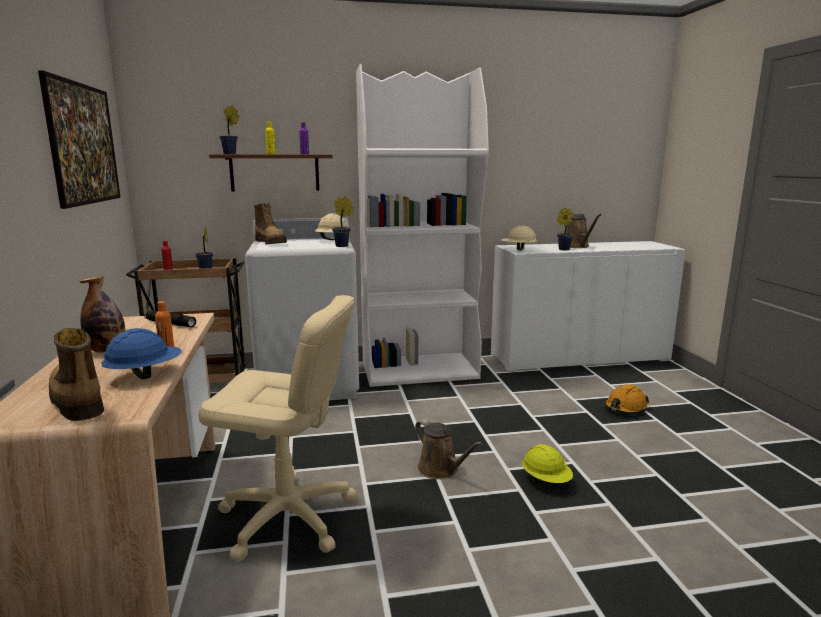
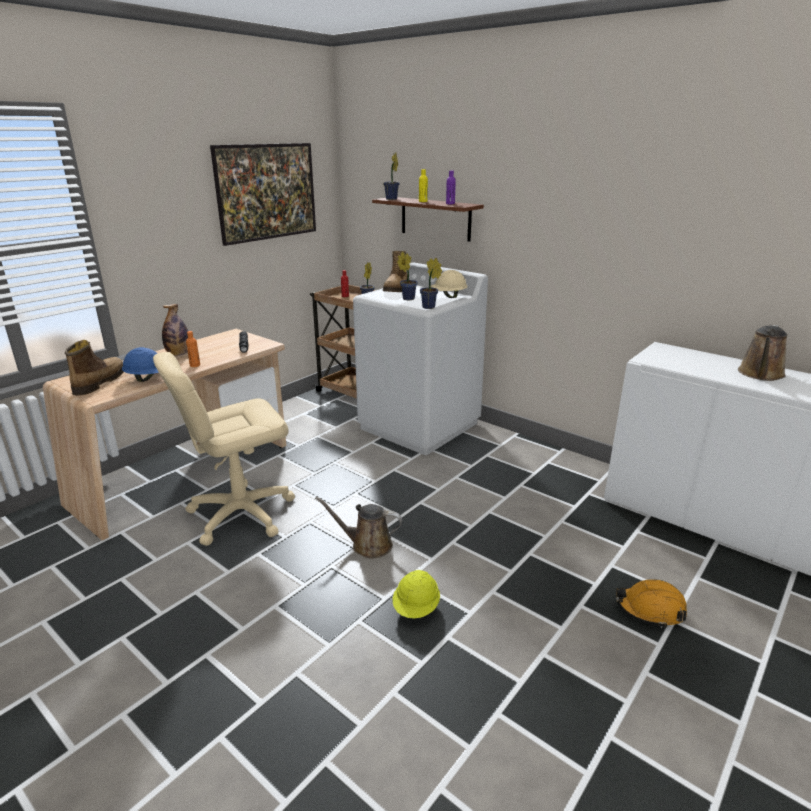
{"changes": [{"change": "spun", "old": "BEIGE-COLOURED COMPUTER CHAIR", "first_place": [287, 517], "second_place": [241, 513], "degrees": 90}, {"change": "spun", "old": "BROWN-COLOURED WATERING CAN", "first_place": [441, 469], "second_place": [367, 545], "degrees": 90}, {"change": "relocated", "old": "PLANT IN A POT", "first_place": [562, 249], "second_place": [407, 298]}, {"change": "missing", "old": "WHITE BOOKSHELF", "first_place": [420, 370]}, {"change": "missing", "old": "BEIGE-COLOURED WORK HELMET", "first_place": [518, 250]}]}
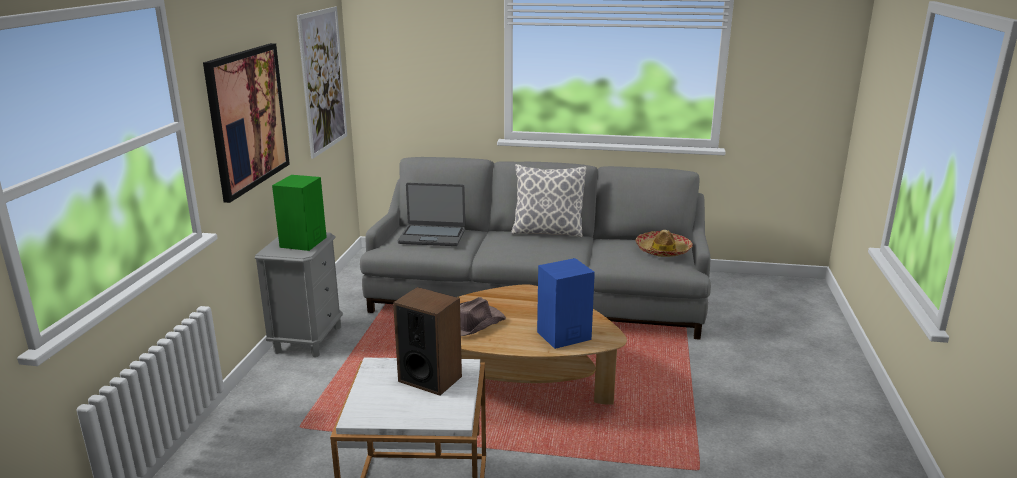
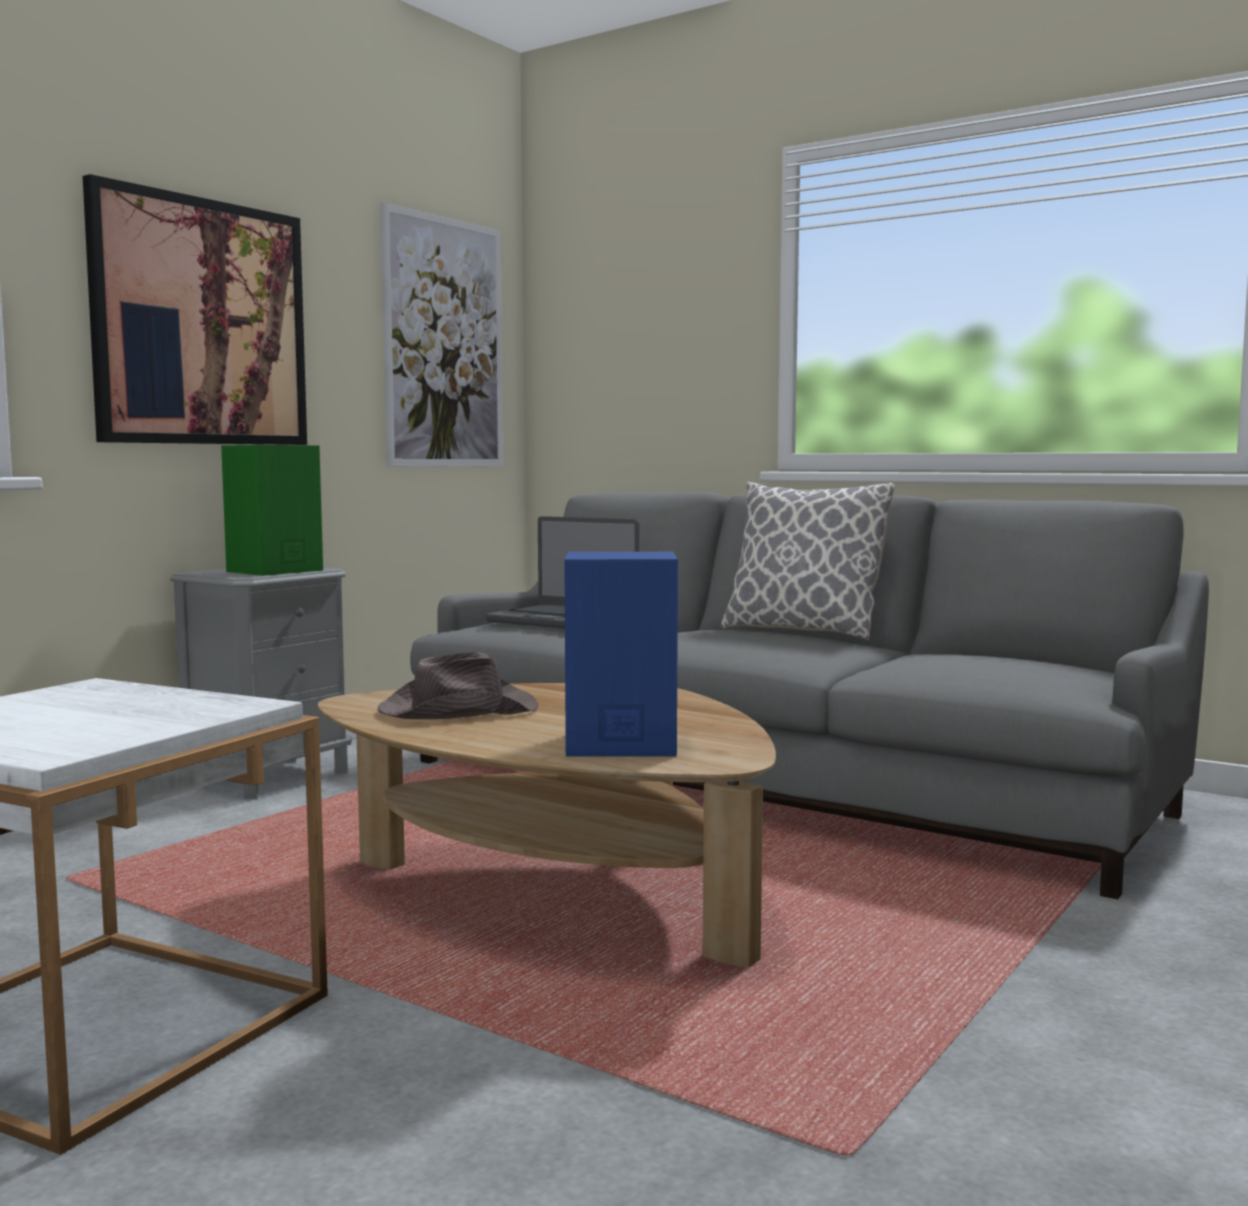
{"changes": [{"change": "missing", "old": "SPEAKER", "first_place": [430, 378]}, {"change": "missing", "old": "HAT", "first_place": [663, 250]}]}
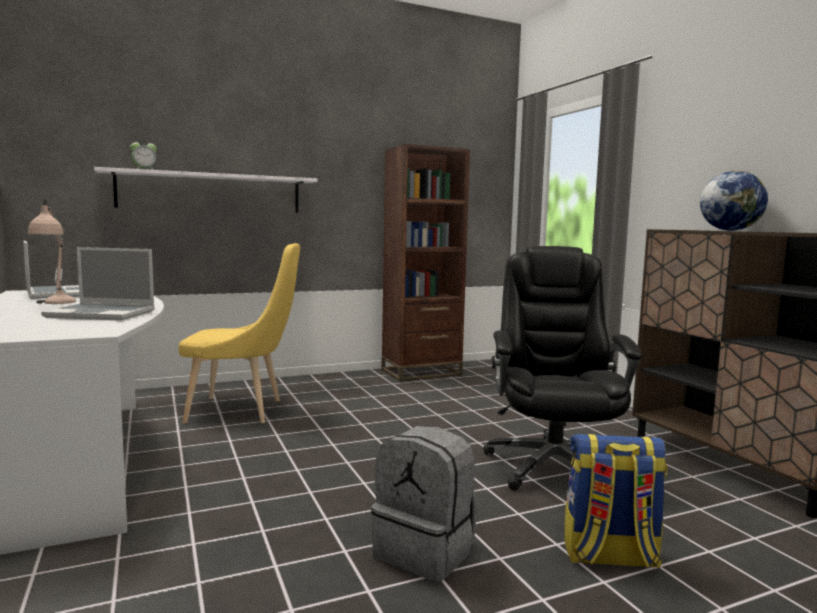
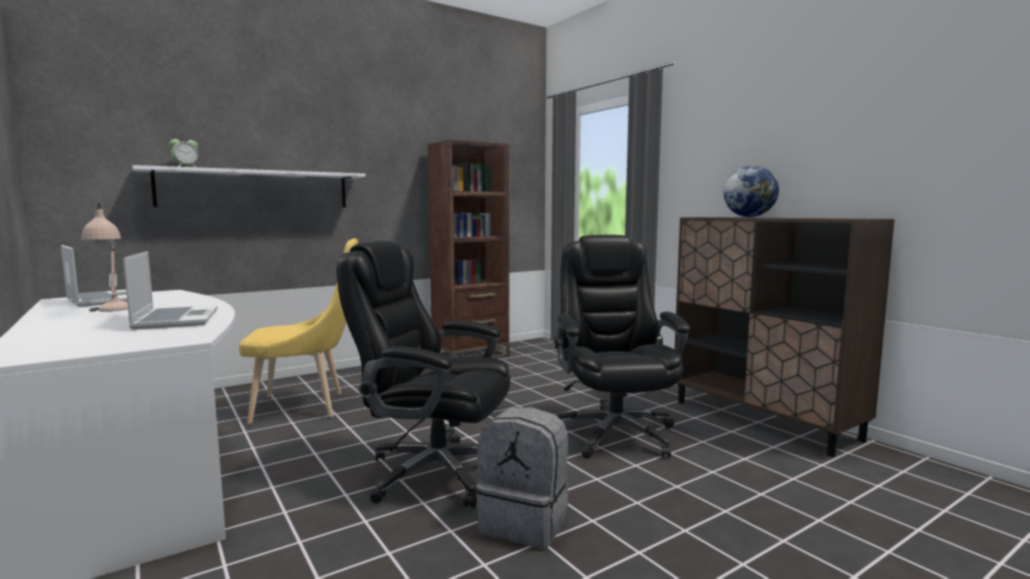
{"changes": [{"change": "spun", "old": "LAPTOP", "first_place": [103, 314], "second_place": [175, 319], "degrees": -105}, {"change": "appeared", "new": "BLACK COMPUTER CHAIR", "second_place": [434, 472]}, {"change": "missing", "old": "RUCKSACK", "first_place": [609, 557]}]}
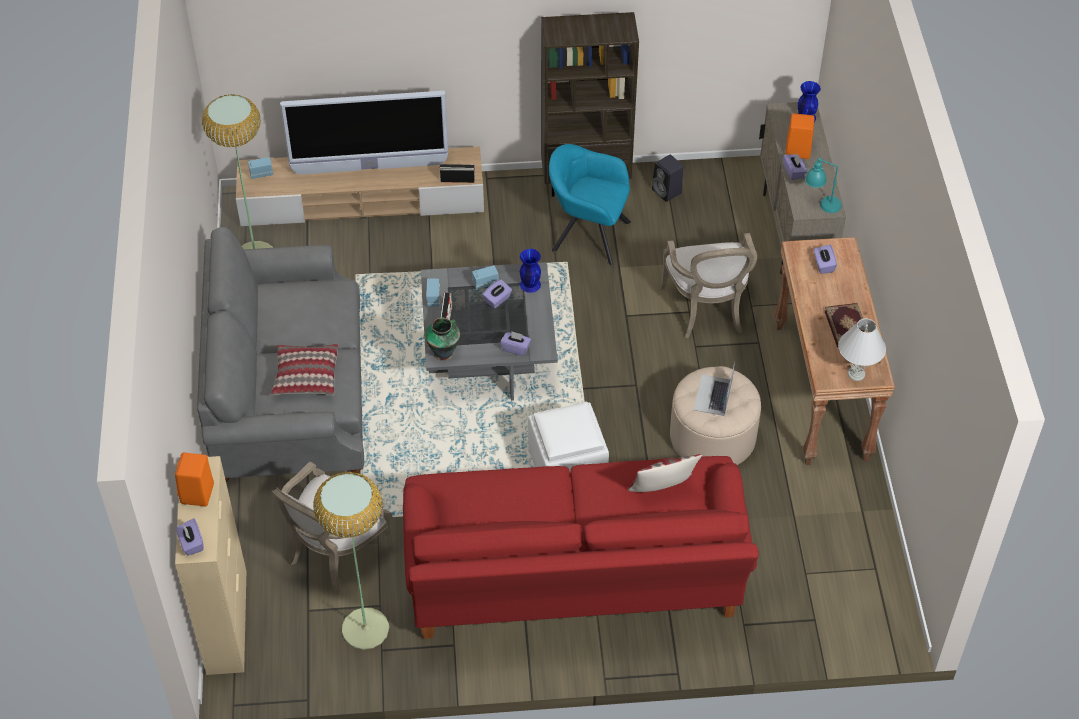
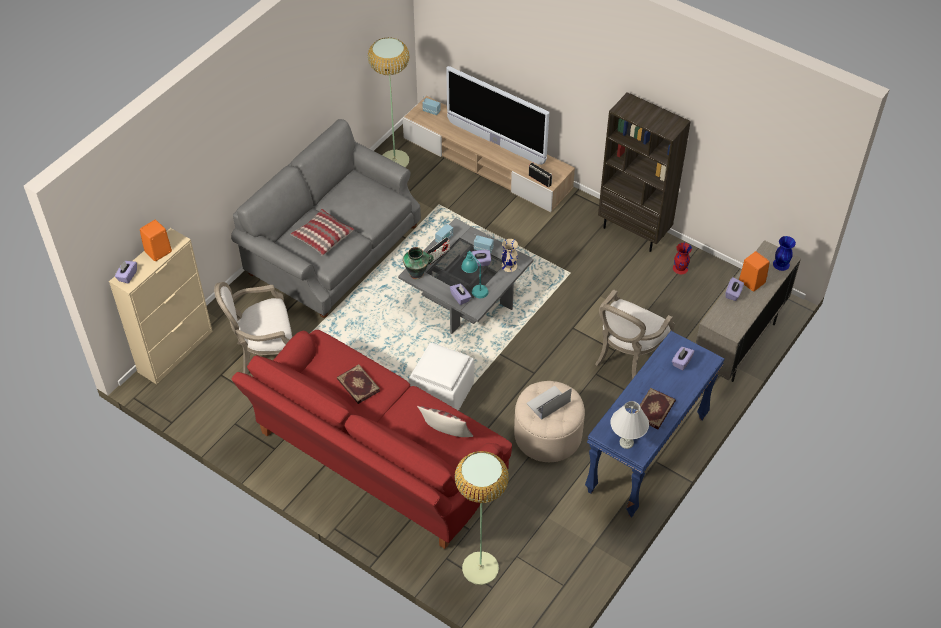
{"changes": [{"change": "appeared", "new": "VOLUME", "second_place": [357, 385]}, {"change": "relocated", "old": "STANDING LAMP", "first_place": [365, 629], "second_place": [480, 568]}, {"change": "relocated", "old": "BLUE-GREEN TABLE LAMP", "first_place": [821, 205], "second_place": [474, 288]}, {"change": "colour", "old": "BLUE-COLOURED FLOWER VASE", "new": "BEIGE-COLOURED FLOWER VASE", "first_place": [530, 284], "second_place": [509, 265]}, {"change": "colour", "old": "BROWN-COLOURED CONSOLE TABLE", "new": "BLUE-COLOURED CONSOLE TABLE", "first_place": [822, 392], "second_place": [647, 455]}, {"change": "exchanged", "old": "BLACK SPEAKER", "new": "RED FLOWER VASE", "first_place": [667, 192], "second_place": [680, 268]}, {"change": "missing", "old": "BLUE-GREEN EASY CHAIR", "first_place": [587, 235]}]}
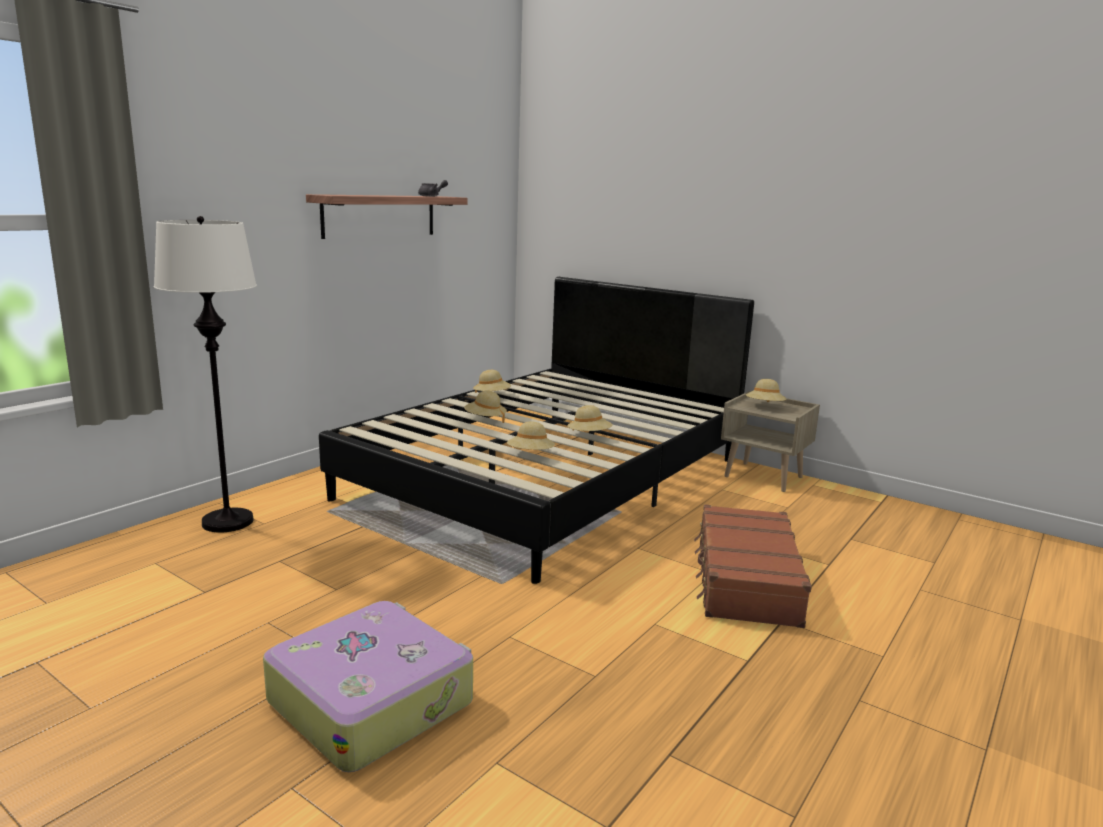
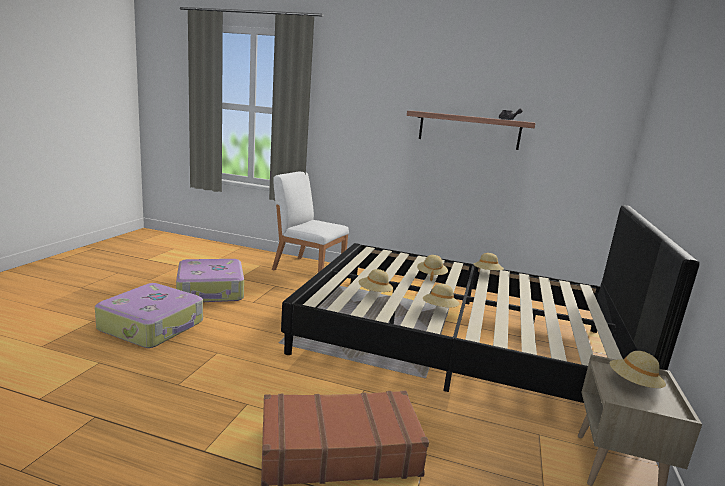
{"changes": [{"change": "appeared", "new": "PIECE OF LUGGAGE", "second_place": [211, 291]}, {"change": "exchanged", "old": "WHITE STANDING LAMP", "new": "WHITE CHAIR", "first_place": [227, 522], "second_place": [308, 269]}]}
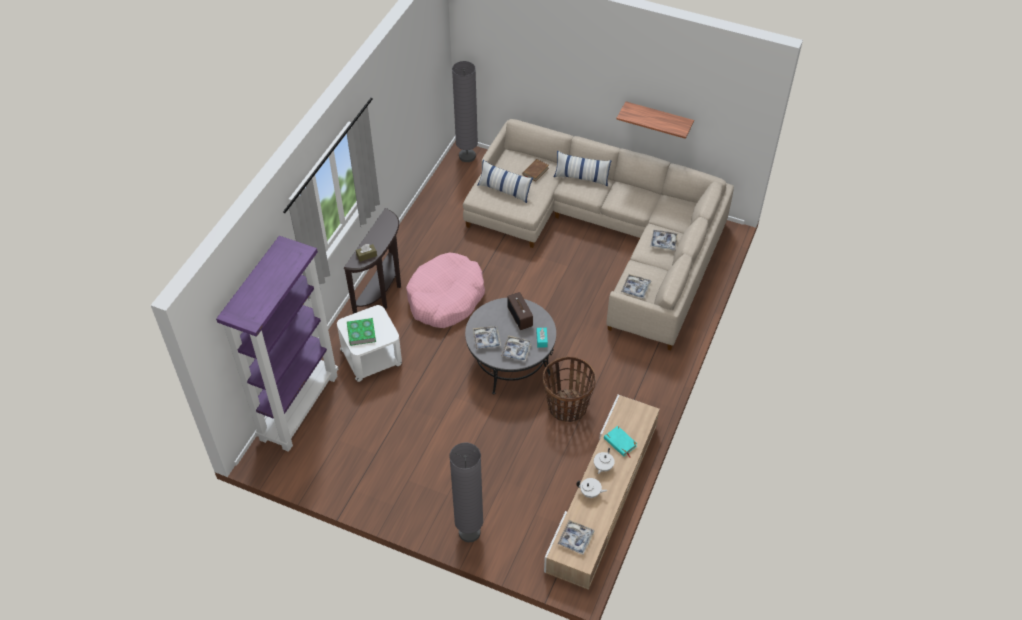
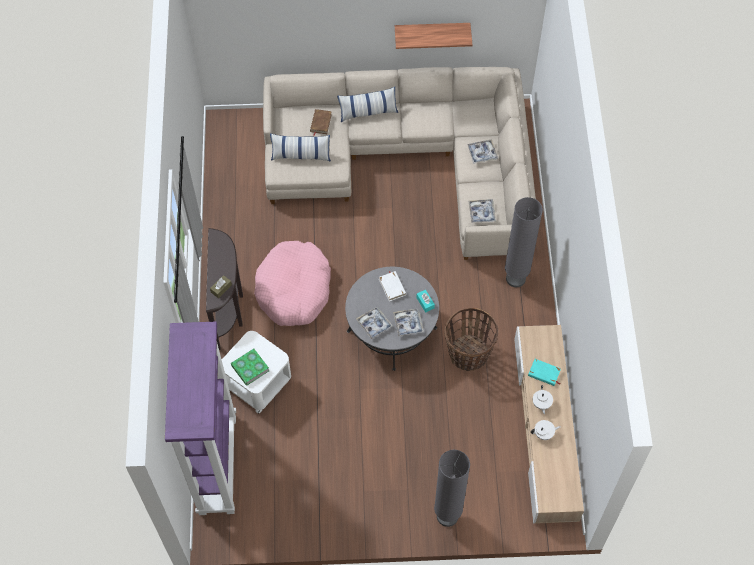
{"changes": [{"change": "exchanged", "old": "RADIO SET", "new": "WHITE VOLUME", "first_place": [520, 316], "second_place": [392, 287]}, {"change": "relocated", "old": "GREYISH STANDING LAMP", "first_place": [467, 156], "second_place": [515, 279]}, {"change": "missing", "old": "SERVING TRAY", "first_place": [575, 539]}]}
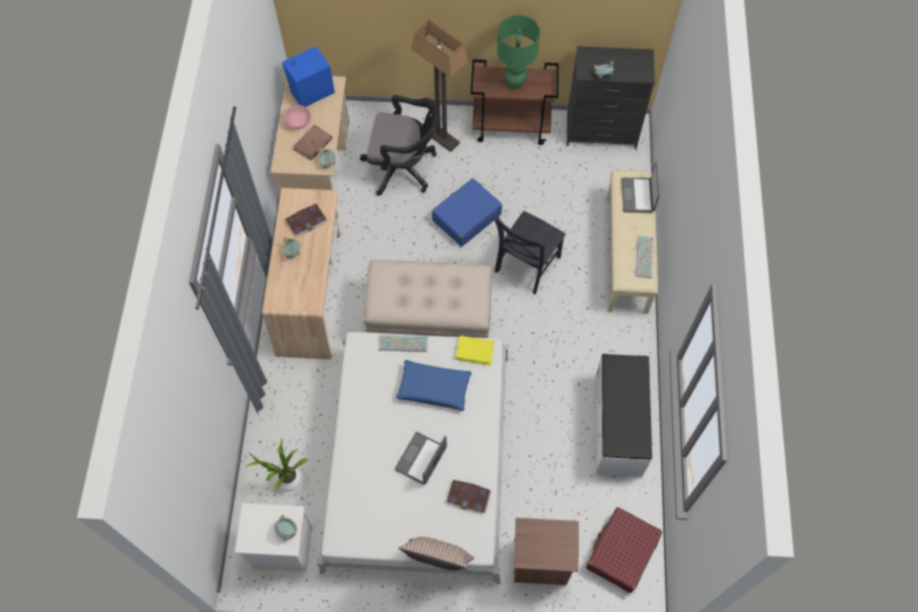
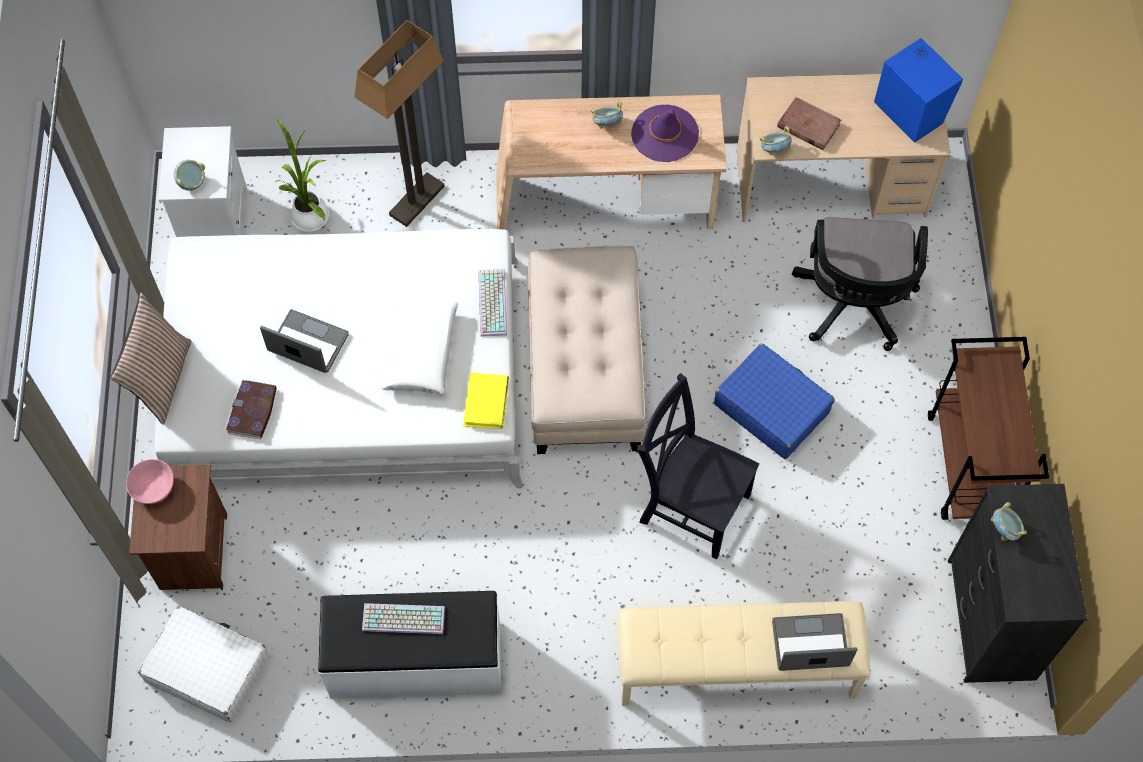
{"changes": [{"change": "relocated", "old": "PINK-COLOURED DEEP DISH", "first_place": [298, 122], "second_place": [153, 488]}, {"change": "colour", "old": "RED PIECE OF LUGGAGE", "new": "WHITE PIECE OF LUGGAGE", "first_place": [621, 552], "second_place": [207, 669]}, {"change": "relocated", "old": "STANDING LAMP", "first_place": [441, 137], "second_place": [417, 200]}, {"change": "relocated", "old": "PC KEYBOARD", "first_place": [645, 257], "second_place": [402, 620]}, {"change": "colour", "old": "BLUE-COLOURED PILLOW", "new": "WHITE PILLOW", "first_place": [434, 388], "second_place": [421, 351]}, {"change": "exchanged", "old": "VOLUME", "new": "PURPLE-COLOURED HAT", "first_place": [306, 221], "second_place": [664, 134]}, {"change": "missing", "old": "GREENISH TABLE LAMP", "first_place": [515, 82]}]}
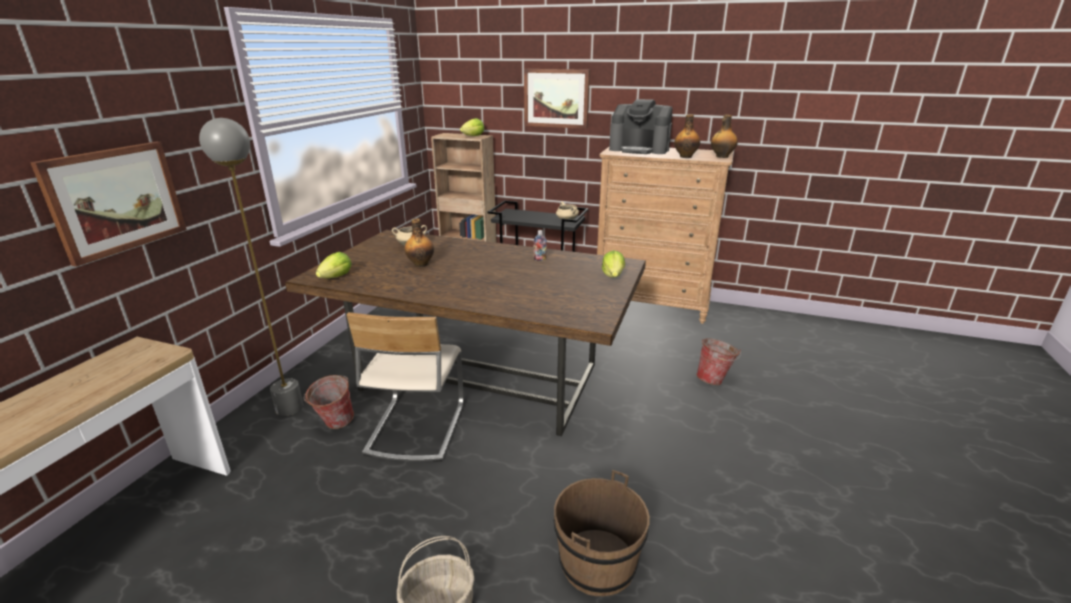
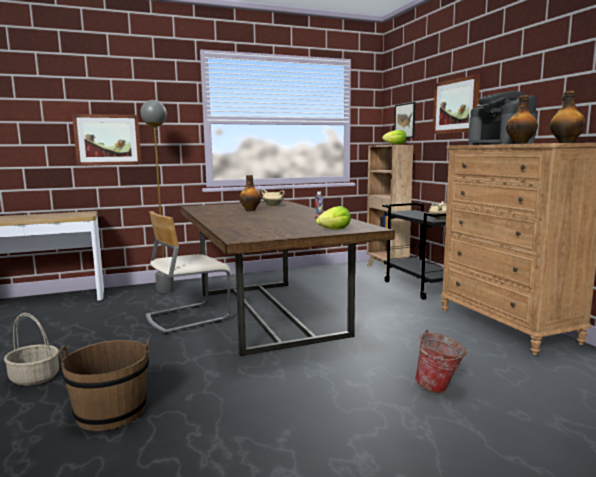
{"changes": [{"change": "appeared", "new": "WALL ART", "second_place": [405, 121]}, {"change": "missing", "old": "BUCKET", "first_place": [334, 424]}, {"change": "missing", "old": "LETTUCE", "first_place": [336, 277]}]}
